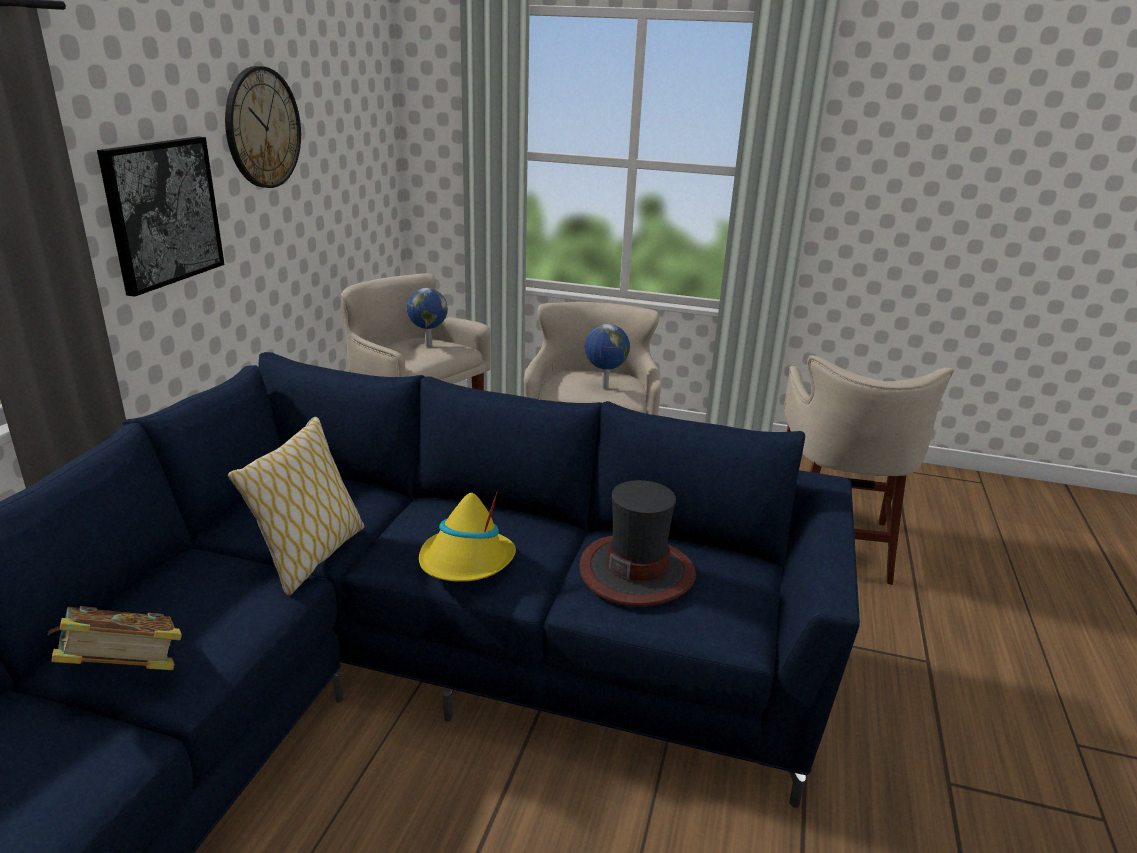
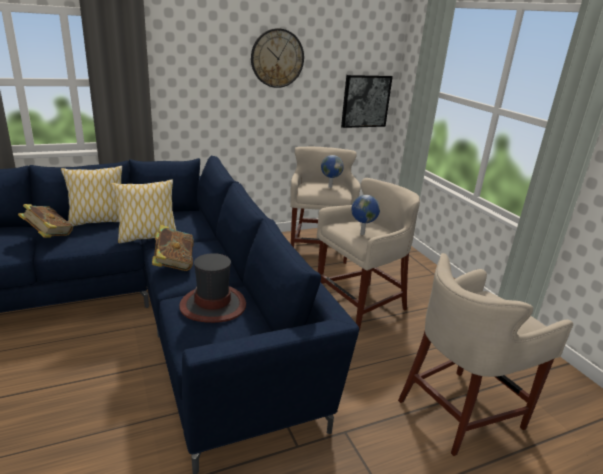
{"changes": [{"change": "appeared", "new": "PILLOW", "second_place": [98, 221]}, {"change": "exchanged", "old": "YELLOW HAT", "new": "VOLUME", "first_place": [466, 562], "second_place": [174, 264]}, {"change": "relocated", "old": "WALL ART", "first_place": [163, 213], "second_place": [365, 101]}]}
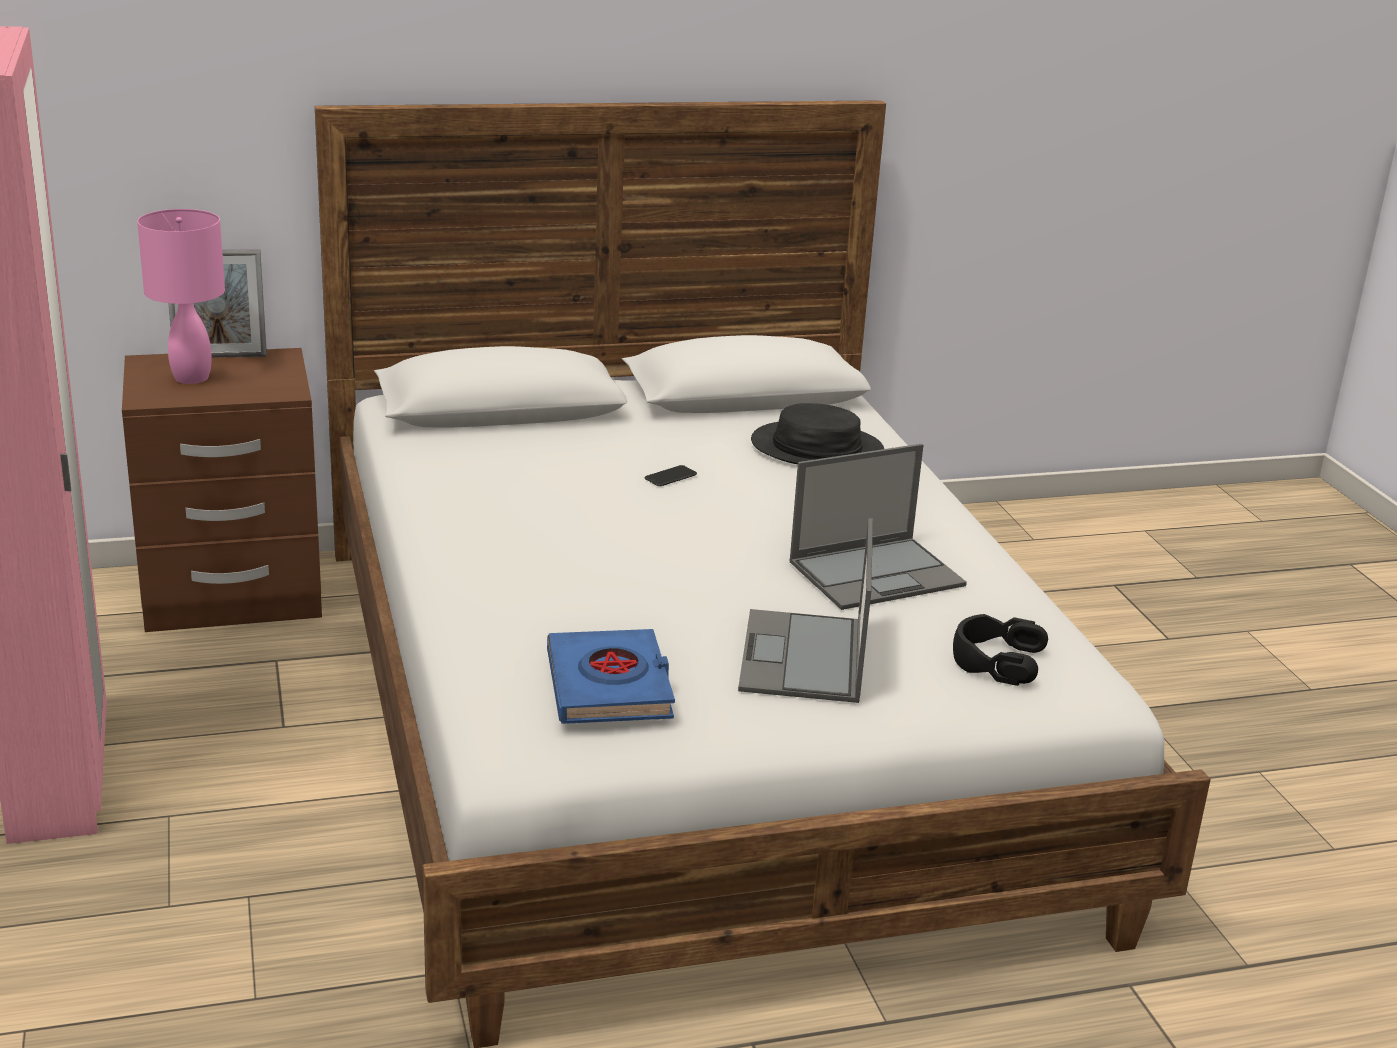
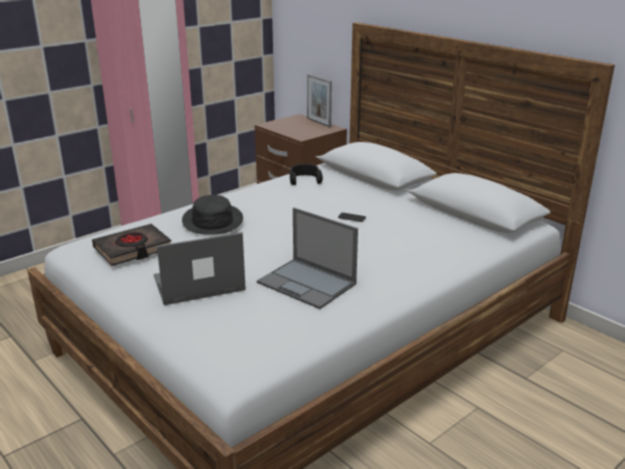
{"changes": [{"change": "colour", "old": "BLUE-COLOURED VOLUME", "new": "BLACK VOLUME", "first_place": [609, 686], "second_place": [133, 249]}, {"change": "relocated", "old": "BLACK HAT", "first_place": [816, 448], "second_place": [212, 220]}, {"change": "relocated", "old": "BLACK HEADSET", "first_place": [996, 660], "second_place": [305, 180]}, {"change": "missing", "old": "PINK-COLOURED TABLE LAMP", "first_place": [193, 378]}]}
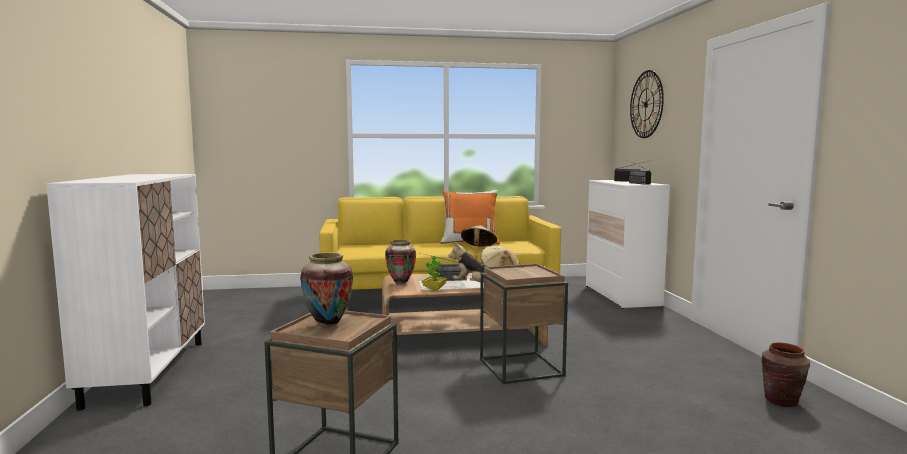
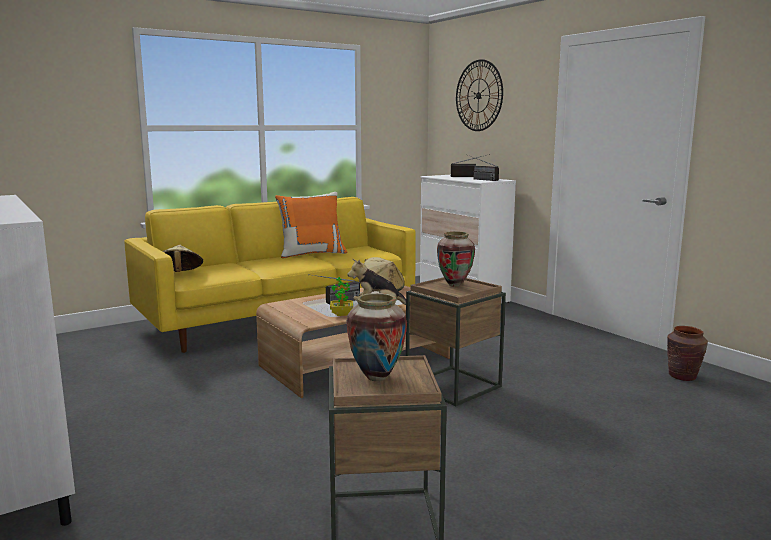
{"changes": [{"change": "relocated", "old": "BEIGE-COLOURED HAT", "first_place": [478, 248], "second_place": [179, 274]}, {"change": "relocated", "old": "FLOWER VASE", "first_place": [401, 283], "second_place": [455, 285]}]}
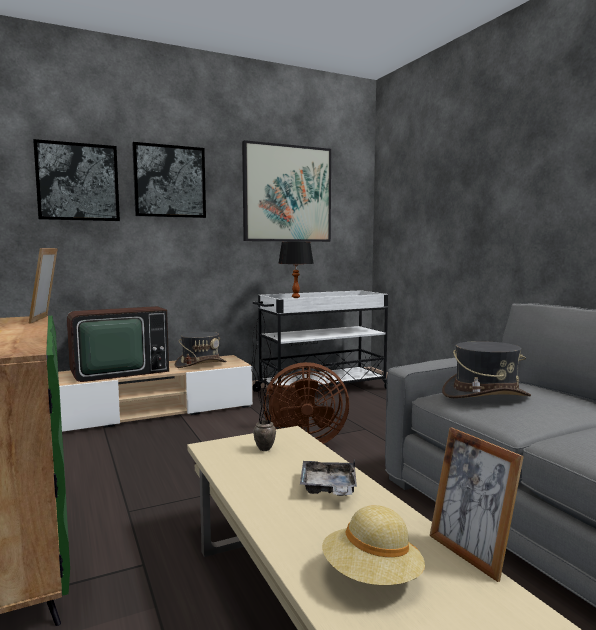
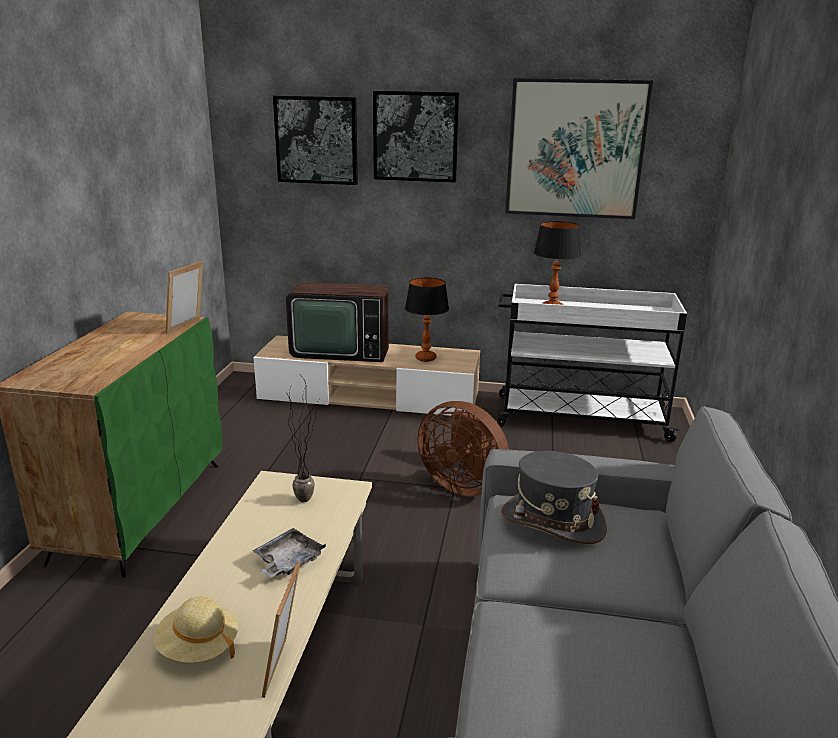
{"changes": [{"change": "exchanged", "old": "GREYISH HAT", "new": "TABLE LAMP", "first_place": [201, 364], "second_place": [426, 358]}]}
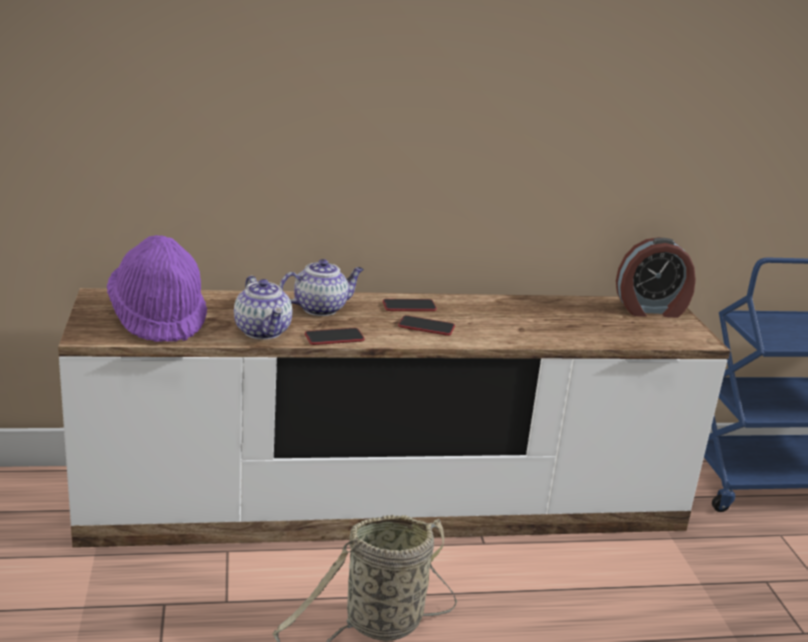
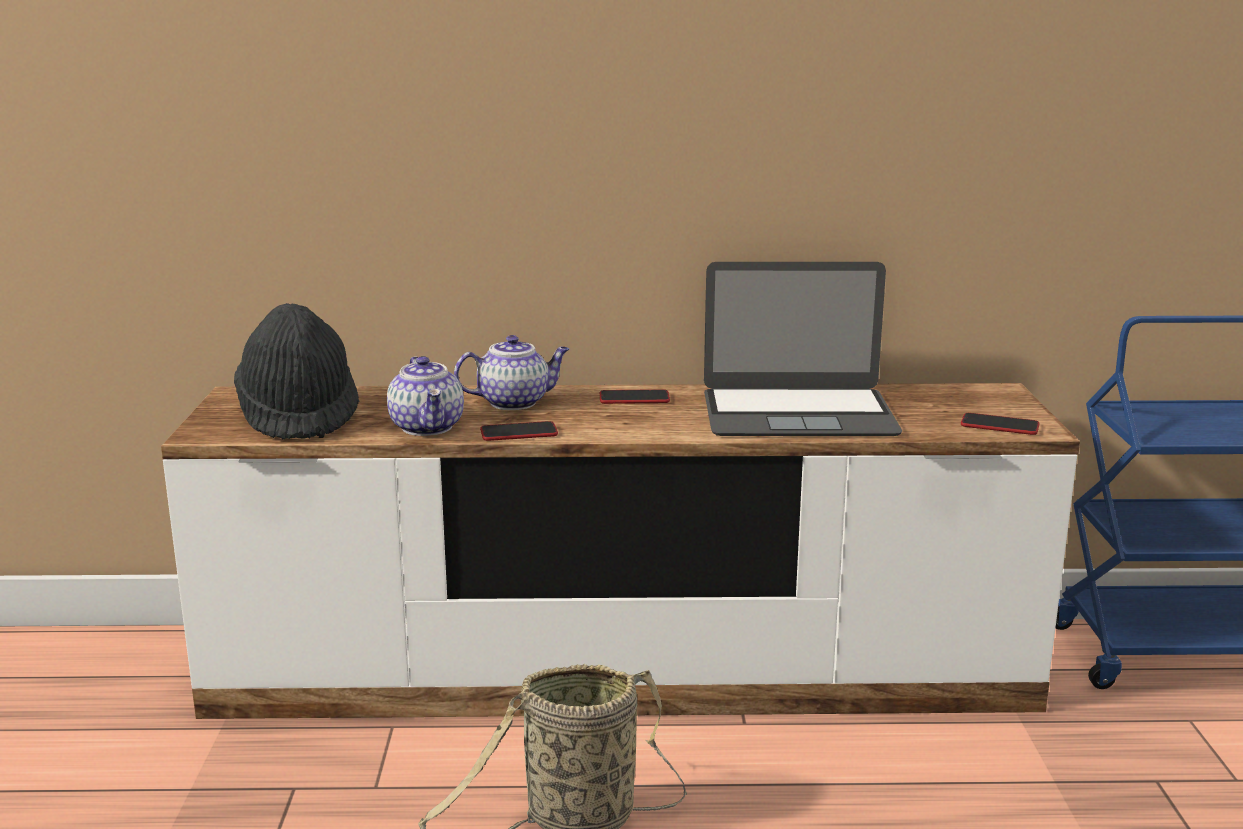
{"changes": [{"change": "colour", "old": "PURPLE-COLOURED HAT", "new": "BLACK HAT", "first_place": [159, 319], "second_place": [299, 416]}, {"change": "appeared", "new": "LAPTOP", "second_place": [798, 413]}, {"change": "relocated", "old": "TELEPHONE", "first_place": [426, 327], "second_place": [999, 425]}, {"change": "missing", "old": "TABLE CLOCK", "first_place": [650, 310]}]}
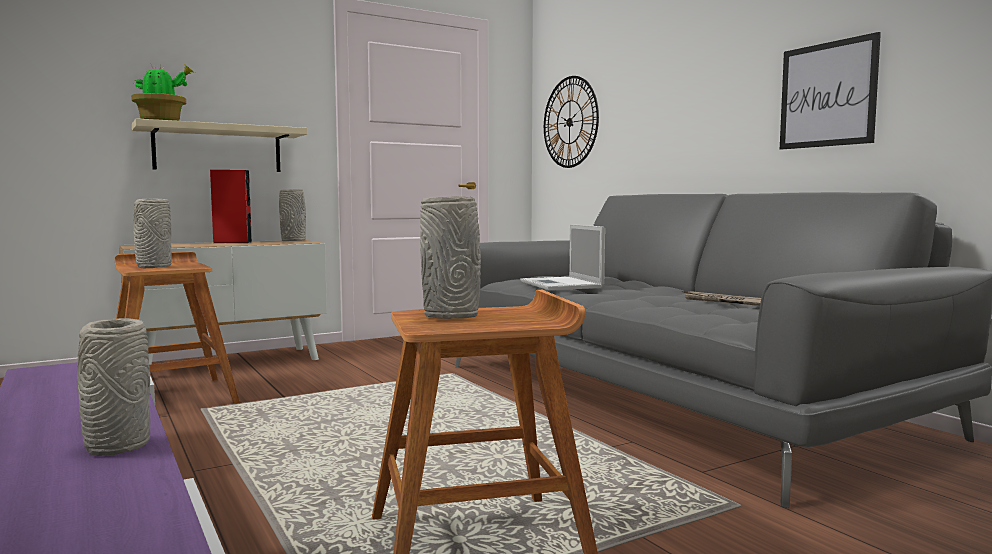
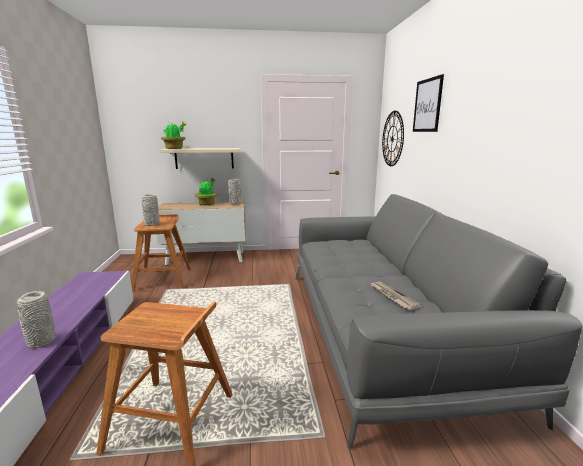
{"changes": [{"change": "exchanged", "old": "RED SPEAKER", "new": "PLANT IN A POT", "first_place": [232, 242], "second_place": [207, 204]}, {"change": "relocated", "old": "WALL ART", "first_place": [827, 95], "second_place": [427, 105]}, {"change": "missing", "old": "GREYISH FLOWER VASE", "first_place": [453, 316]}, {"change": "missing", "old": "LAPTOP", "first_place": [562, 285]}]}
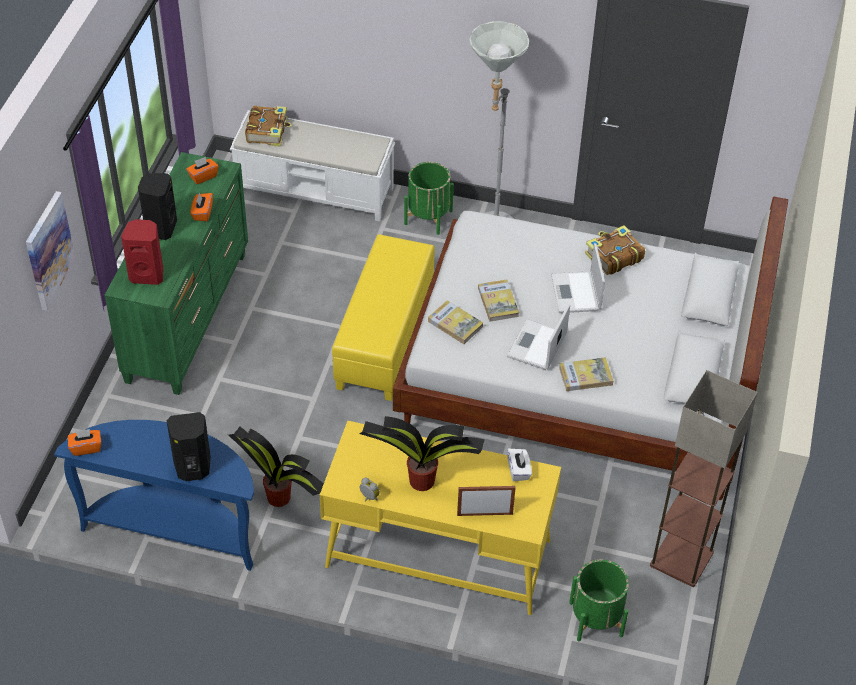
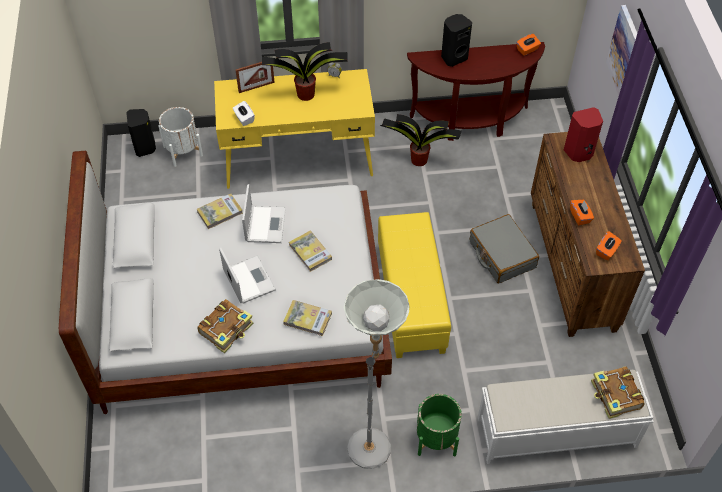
{"changes": [{"change": "relocated", "old": "BLACK SPEAKER", "first_place": [160, 228], "second_place": [145, 147]}, {"change": "colour", "old": "GREENISH PLANTER", "new": "WHITE PLANTER", "first_place": [596, 619], "second_place": [183, 151]}, {"change": "relocated", "old": "VOLUME", "first_place": [455, 324], "second_place": [307, 319]}, {"change": "colour", "old": "BLUE-COLOURED CONSOLE TABLE", "new": "BROWN-COLOURED CONSOLE TABLE", "first_place": [175, 529], "second_place": [471, 122]}, {"change": "appeared", "new": "GREYISH PIECE OF LUGGAGE", "second_place": [501, 255]}, {"change": "colour", "old": "GREENISH DRESSER", "new": "BROWN-COLOURED DRESSER", "first_place": [188, 317], "second_place": [571, 266]}, {"change": "missing", "old": "STANDING LAMP", "first_place": [682, 560]}]}
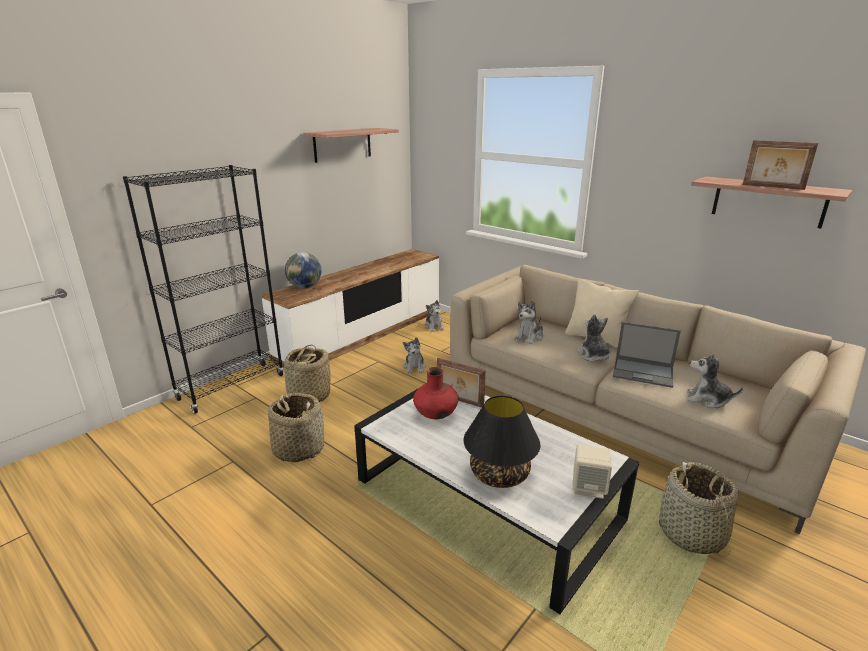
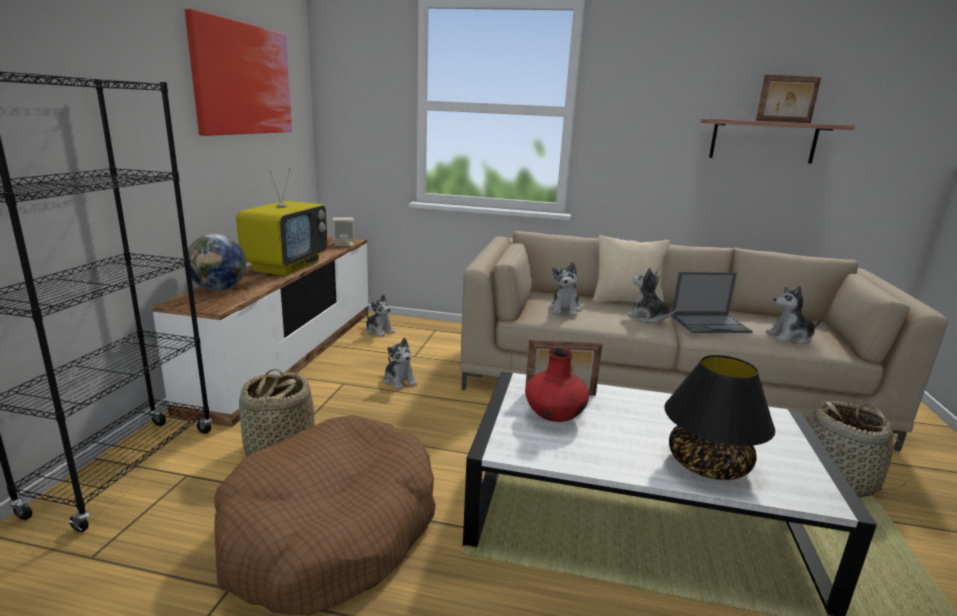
{"changes": [{"change": "exchanged", "old": "WALL SHELF", "new": "WALL ART", "first_place": [342, 144], "second_place": [243, 79]}, {"change": "exchanged", "old": "STORAGE BASKET", "new": "BROWN-COLOURED PET BED", "first_place": [298, 448], "second_place": [330, 530]}, {"change": "appeared", "new": "TV SET", "second_place": [286, 266]}, {"change": "relocated", "old": "BEIGE-COLOURED SPEAKER", "first_place": [588, 487], "second_place": [344, 244]}]}
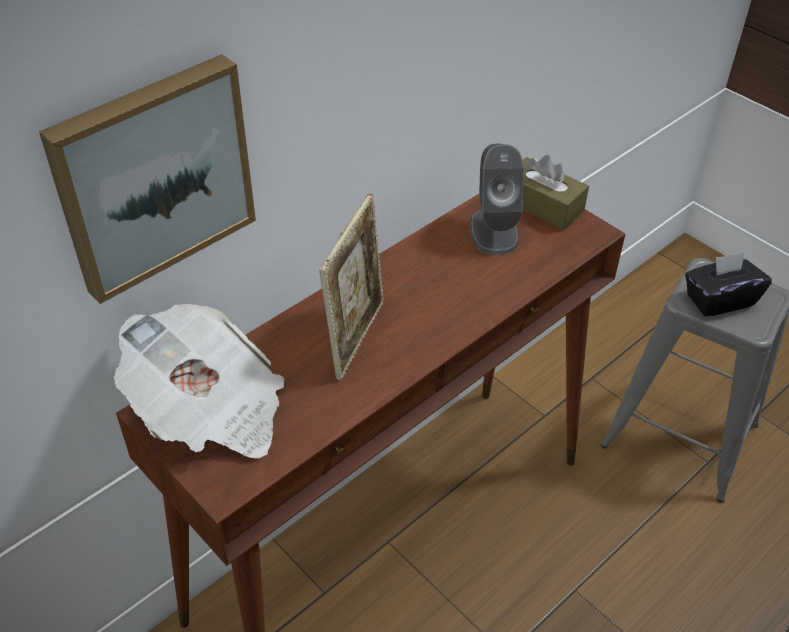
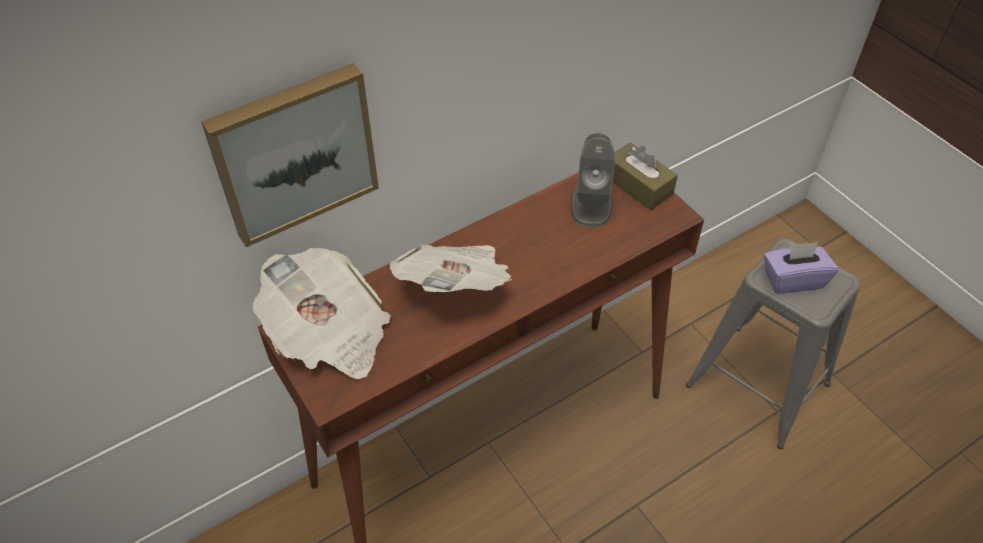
{"changes": [{"change": "exchanged", "old": "STANDING FRAME", "new": "NEWSPAPER", "first_place": [356, 337], "second_place": [456, 286]}, {"change": "colour", "old": "BLACK BOX OF TISSUES", "new": "PURPLE-COLOURED BOX OF TISSUES", "first_place": [719, 300], "second_place": [792, 279]}]}
